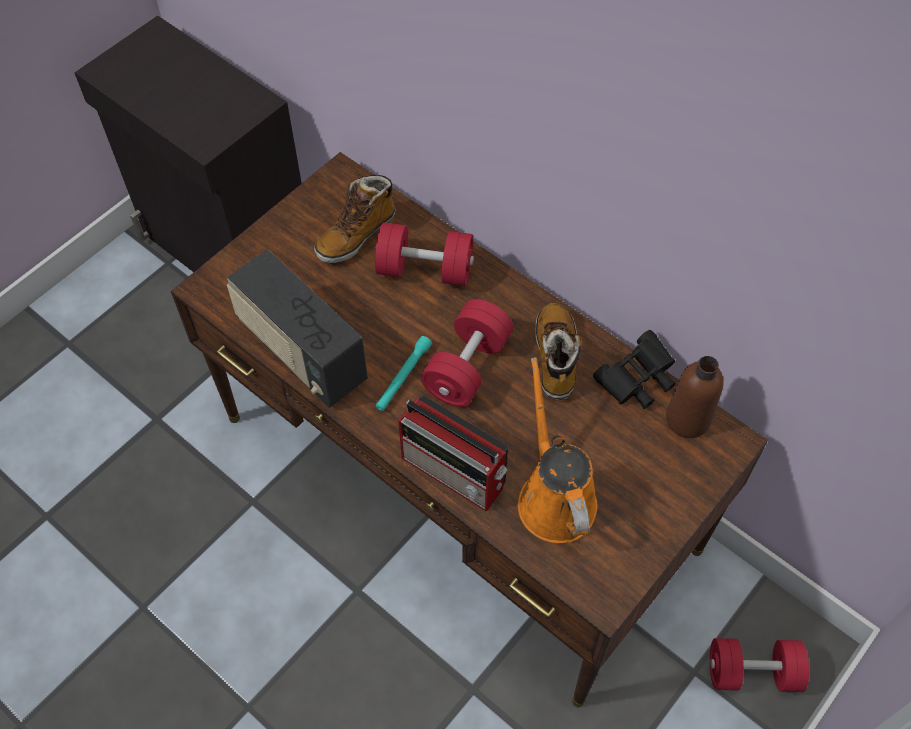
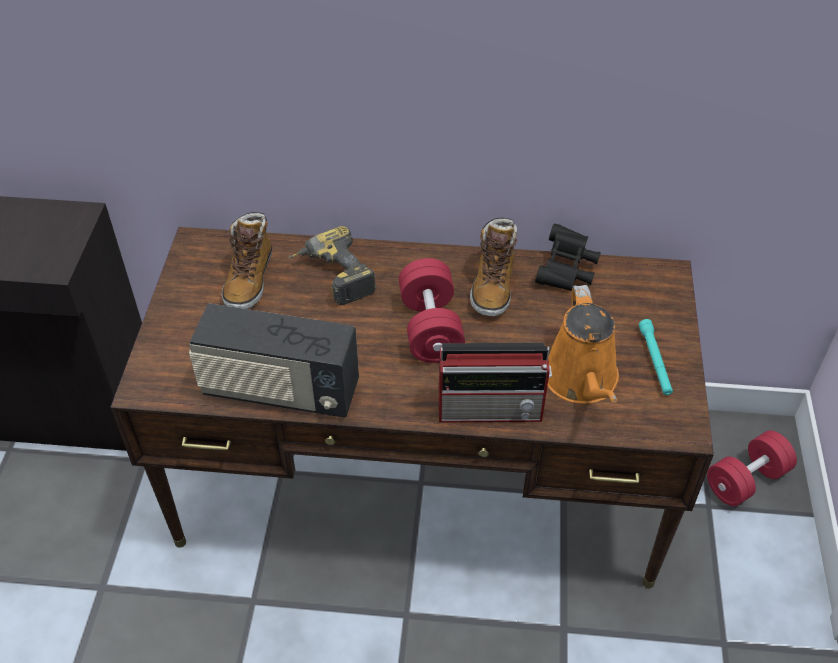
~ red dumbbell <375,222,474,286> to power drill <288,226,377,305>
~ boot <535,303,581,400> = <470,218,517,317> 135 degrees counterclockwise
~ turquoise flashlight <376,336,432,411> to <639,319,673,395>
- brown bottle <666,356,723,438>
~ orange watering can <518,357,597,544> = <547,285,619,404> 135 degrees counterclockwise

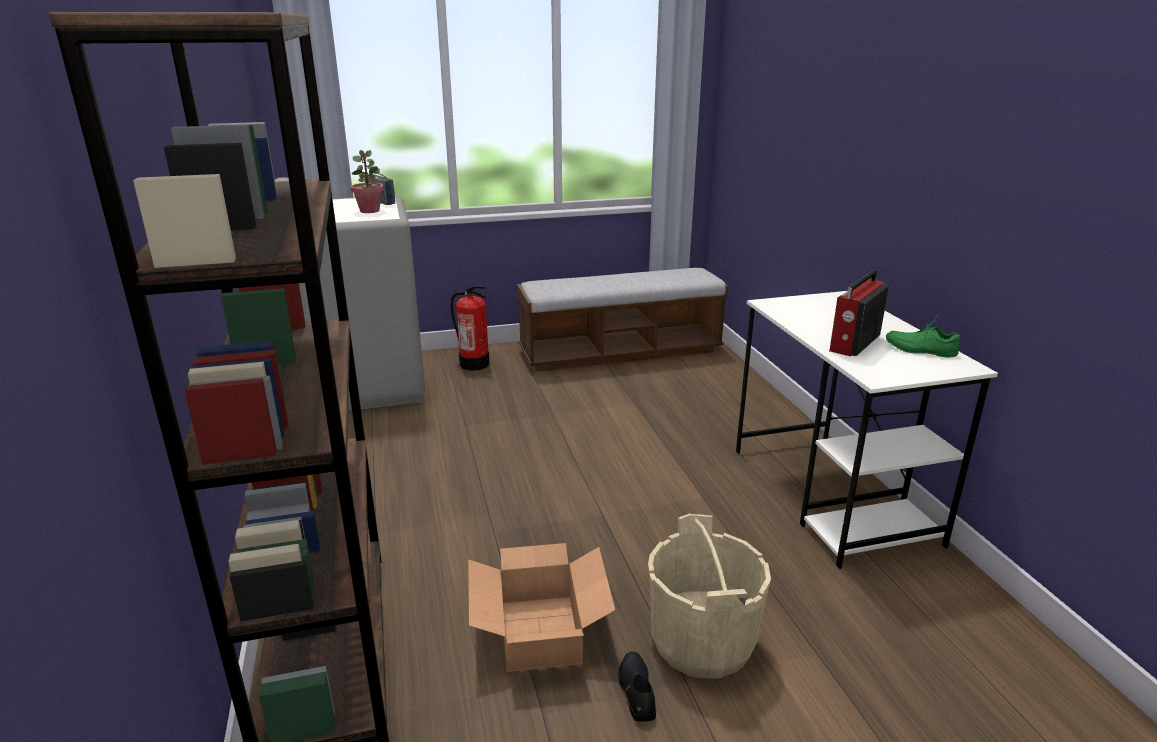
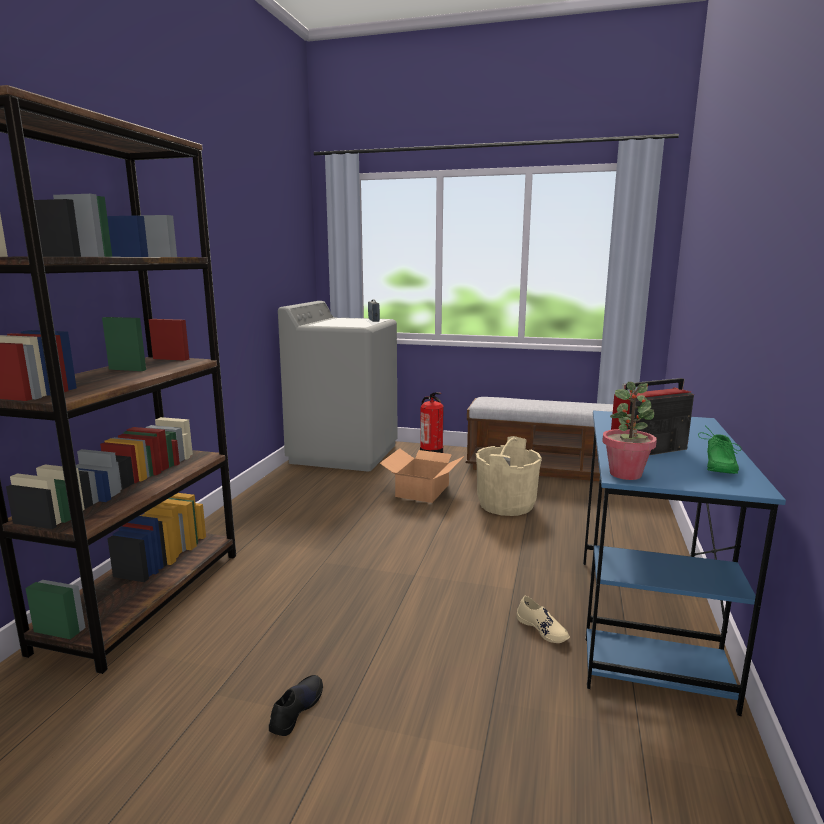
~ potted plant <351,150,384,213> to <602,382,657,480>
~ white desk <736,291,998,569> to blue desk <583,411,786,716>
~ green shoe <886,316,960,357> = <698,425,742,474> 120 degrees counterclockwise
~ beige bucket <648,514,771,678> to <476,436,542,516>
~ cardboard box <468,543,615,672> to <380,448,464,503>
+ beige shoe <516,596,570,643>

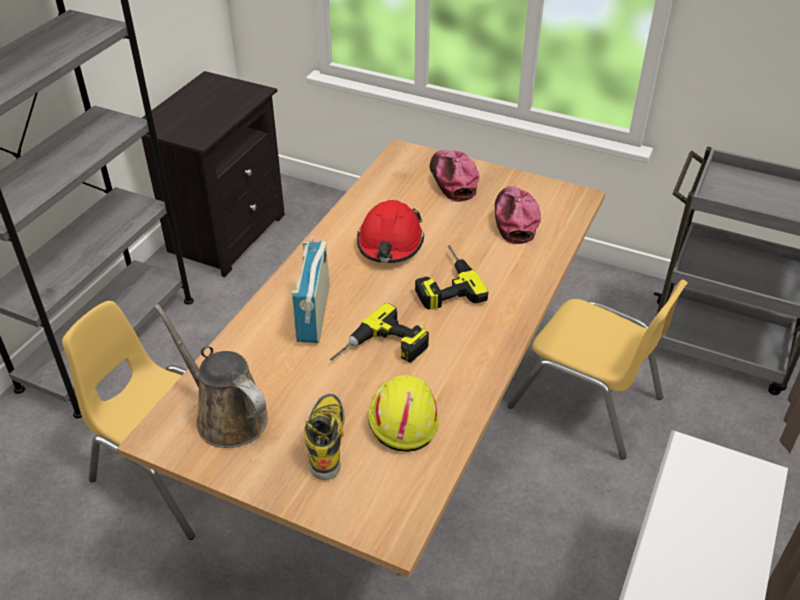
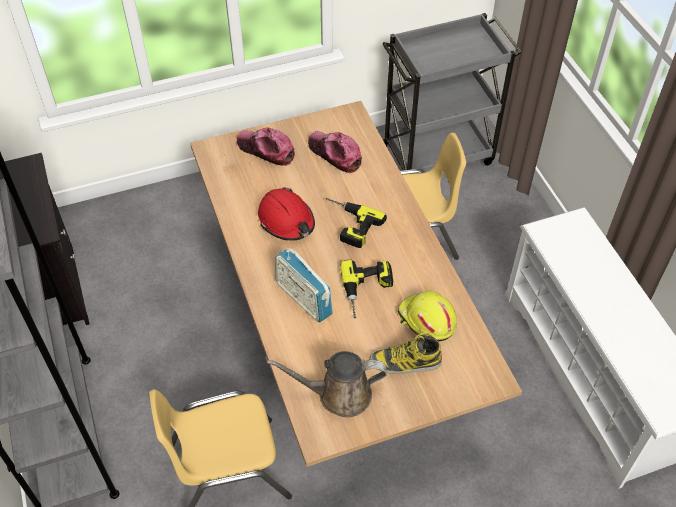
~ boot <304,393,345,480> = <369,333,442,374> 45 degrees counterclockwise

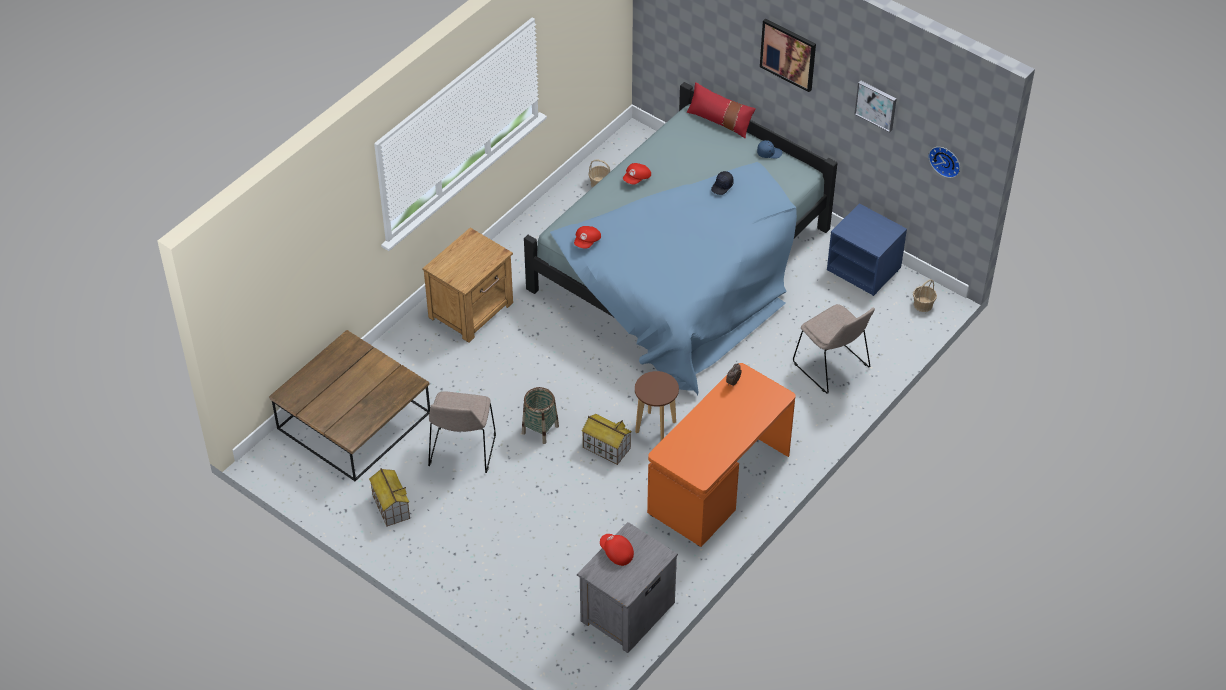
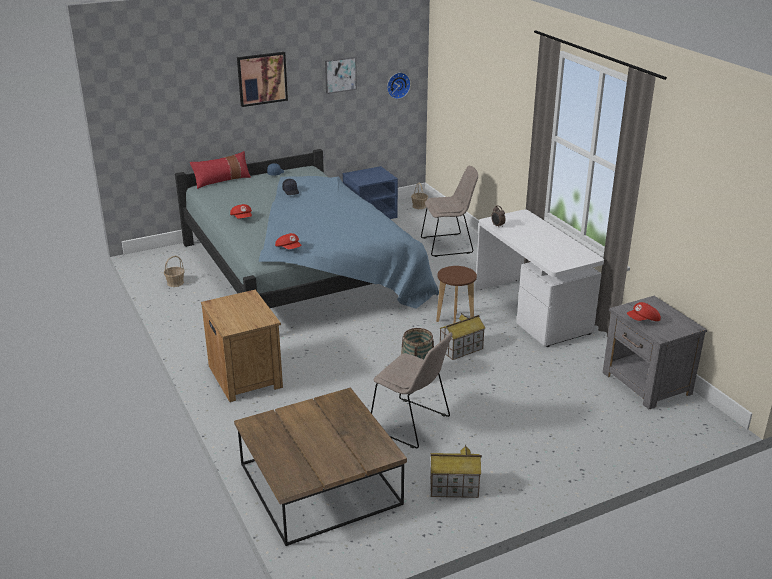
~ orange desk <647,363,795,547> to white desk <475,210,604,347>

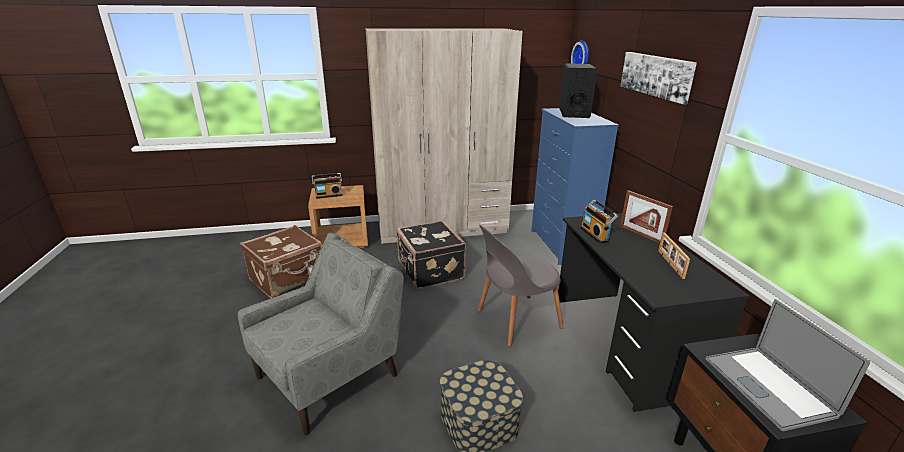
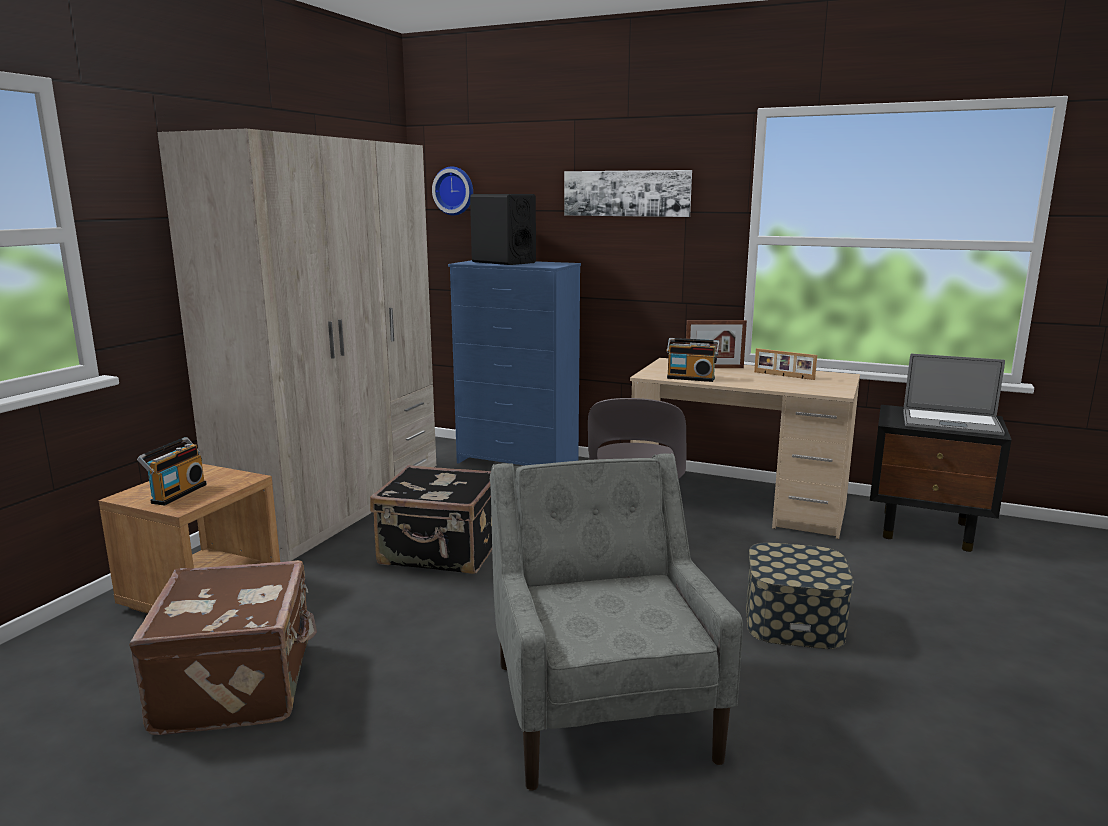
~ black desk <558,213,750,412> to beige desk <630,358,860,539>

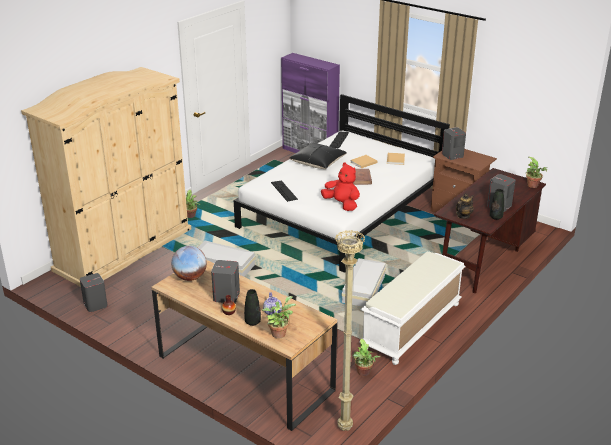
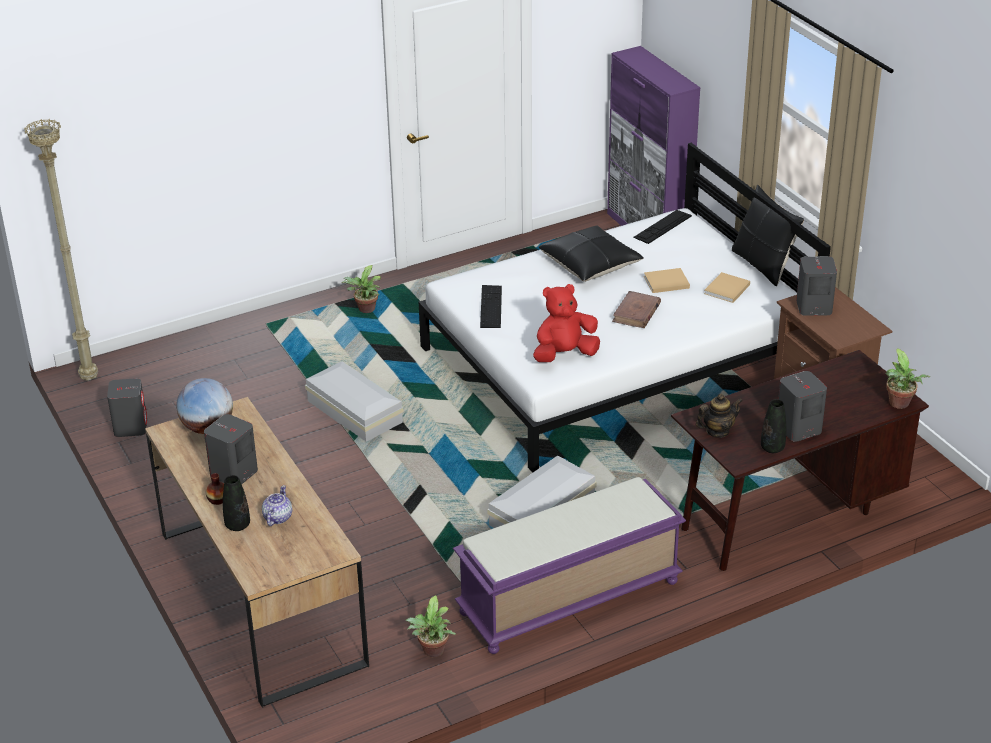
- beige wardrobe <21,67,191,287>
~ red plush toy <321,162,360,211> = <533,284,600,362> 90 degrees counterclockwise
~ beige floor lamp <335,230,365,431> to <24,119,98,381>
~ white bench <359,251,465,365> to purple bench <453,477,686,654>
- potted plant <262,296,296,339>
+ black pillow <732,185,804,286>

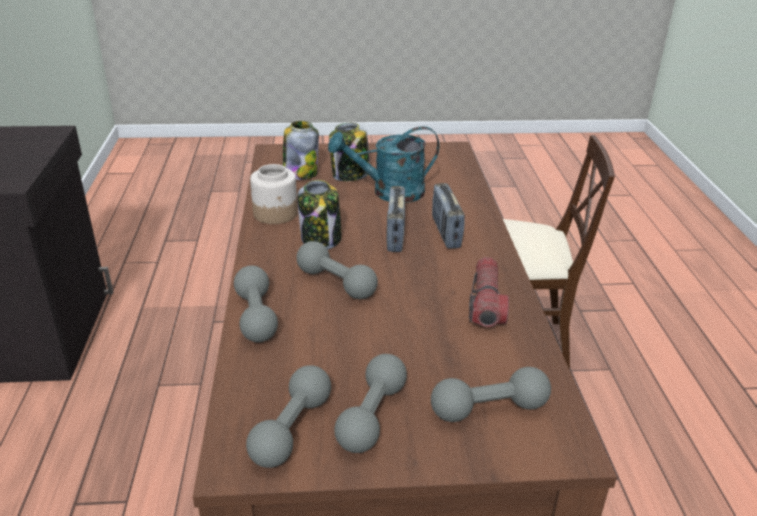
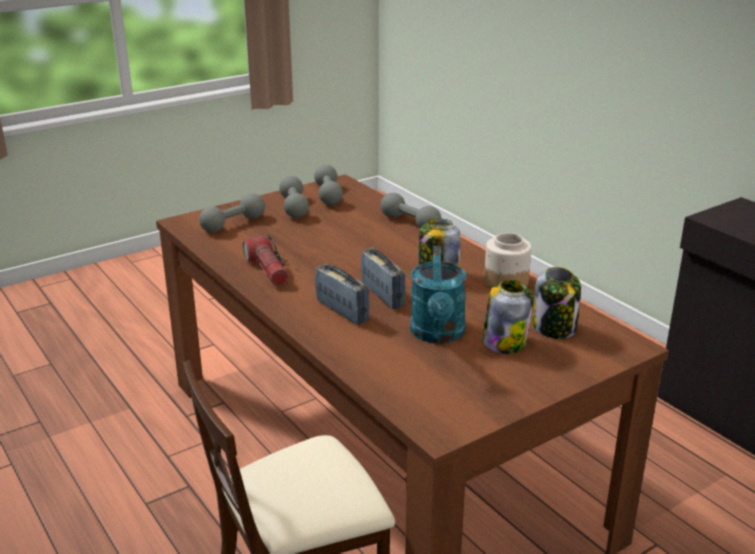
~ turquoise watering can <328,126,439,203> = <410,246,467,344> 135 degrees clockwise
- grey dumbbell <296,241,378,299>

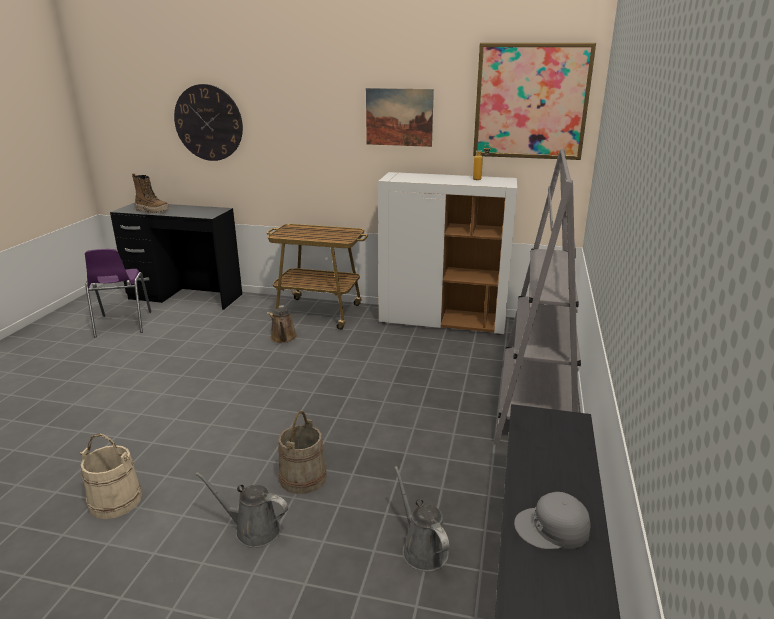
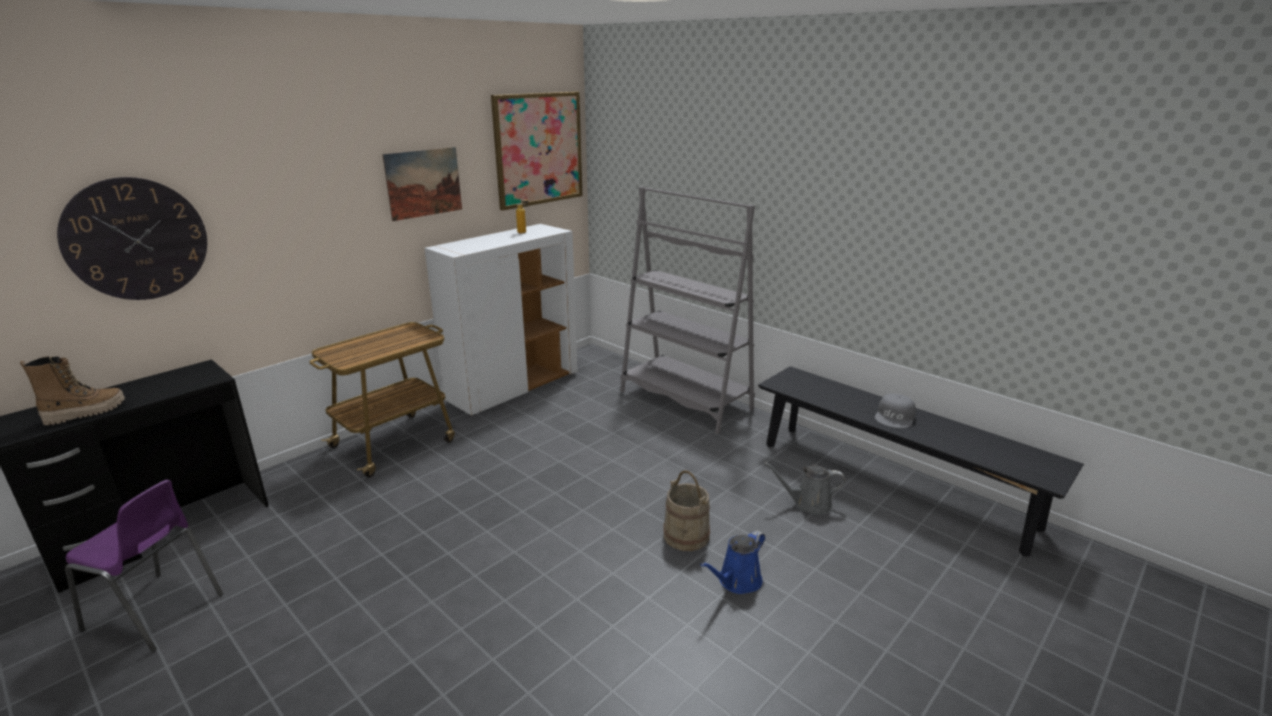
- brown watering can <270,305,297,343>
- beige bucket <80,434,142,519>
~ grey watering can <195,472,288,548> to blue watering can <700,530,765,594>

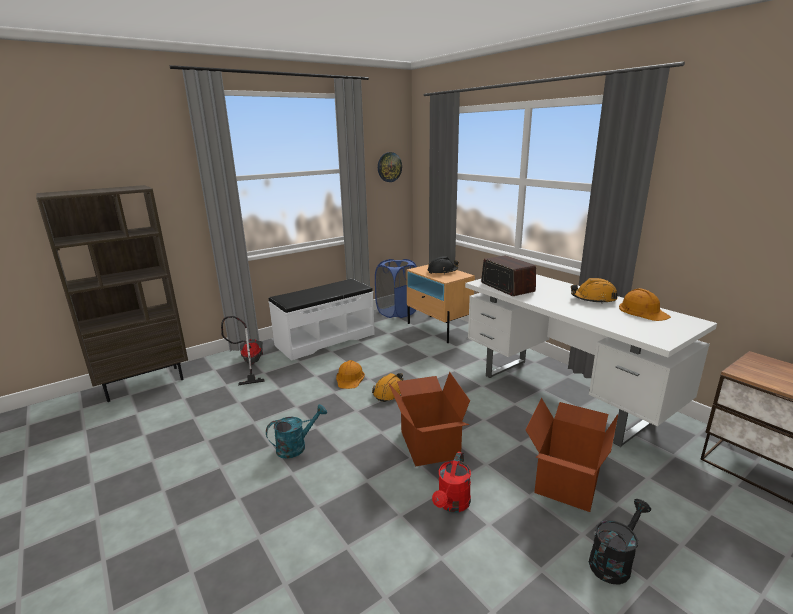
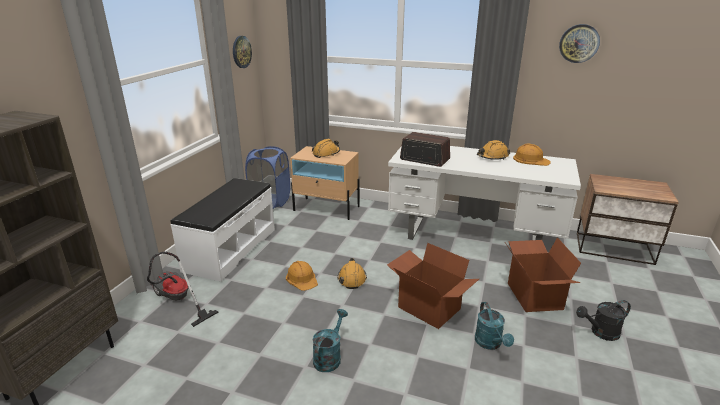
~ black hard hat <428,256,459,274> to orange hard hat <312,139,340,158>
~ red watering can <432,452,471,512> to turquoise watering can <475,302,514,350>
~ black watering can <589,499,651,585> = <576,300,631,341> 120 degrees counterclockwise
+ wall clock <559,24,600,63>

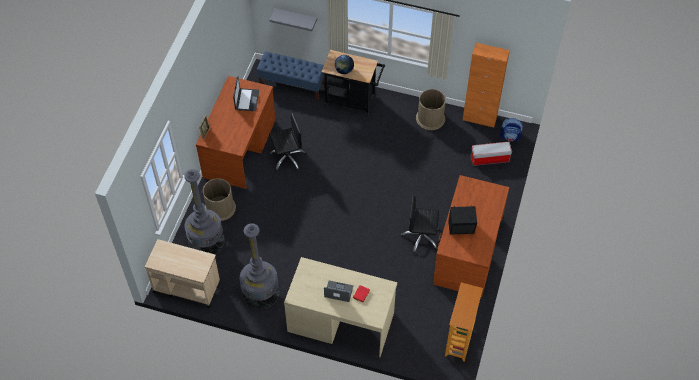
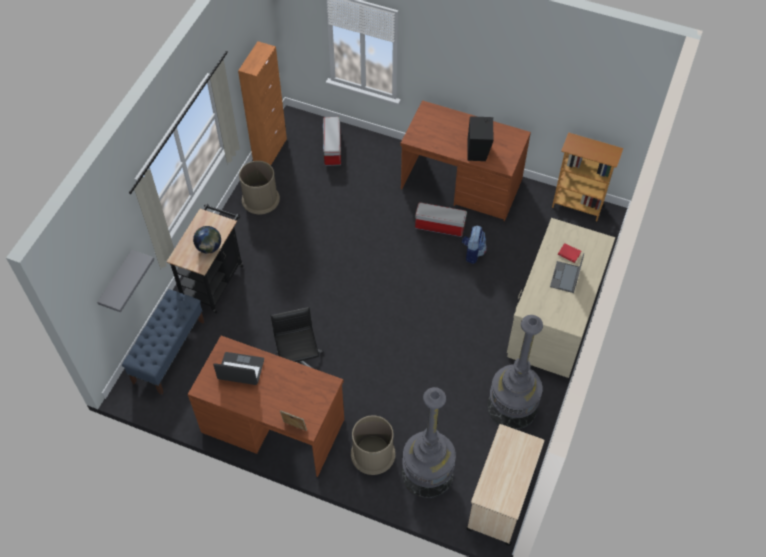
~ backpack <500,118,523,141> to <462,226,487,264>
~ black office chair <401,194,440,254> to storage box <415,202,467,237>

